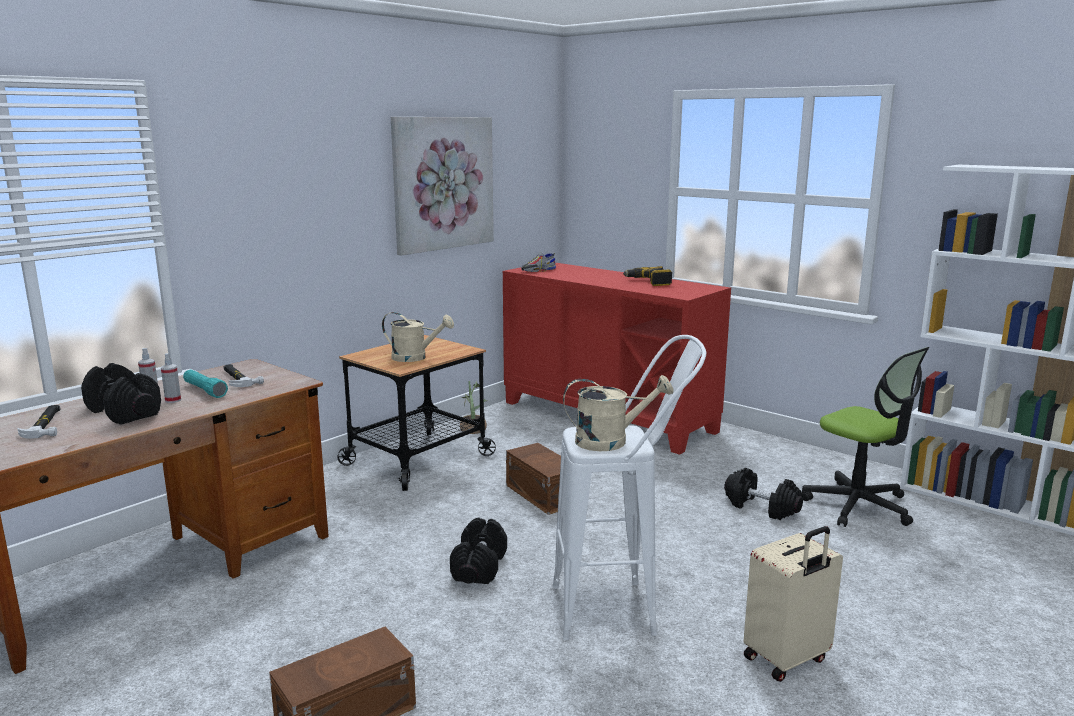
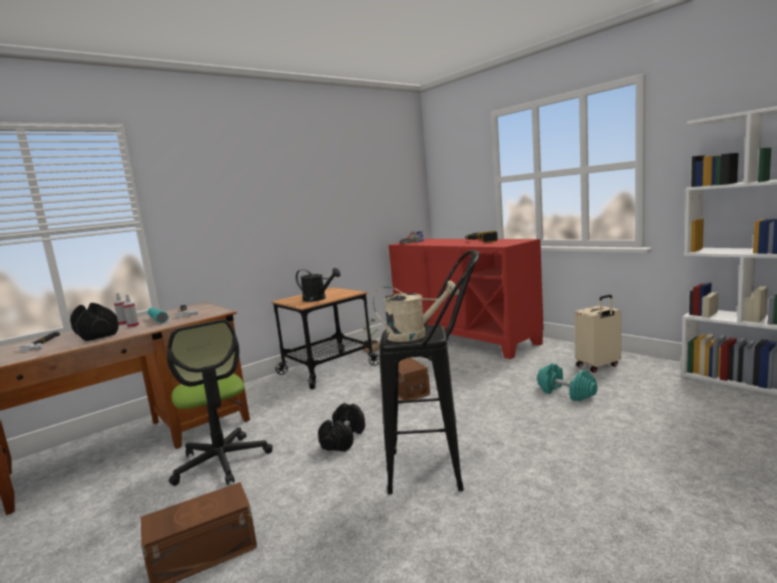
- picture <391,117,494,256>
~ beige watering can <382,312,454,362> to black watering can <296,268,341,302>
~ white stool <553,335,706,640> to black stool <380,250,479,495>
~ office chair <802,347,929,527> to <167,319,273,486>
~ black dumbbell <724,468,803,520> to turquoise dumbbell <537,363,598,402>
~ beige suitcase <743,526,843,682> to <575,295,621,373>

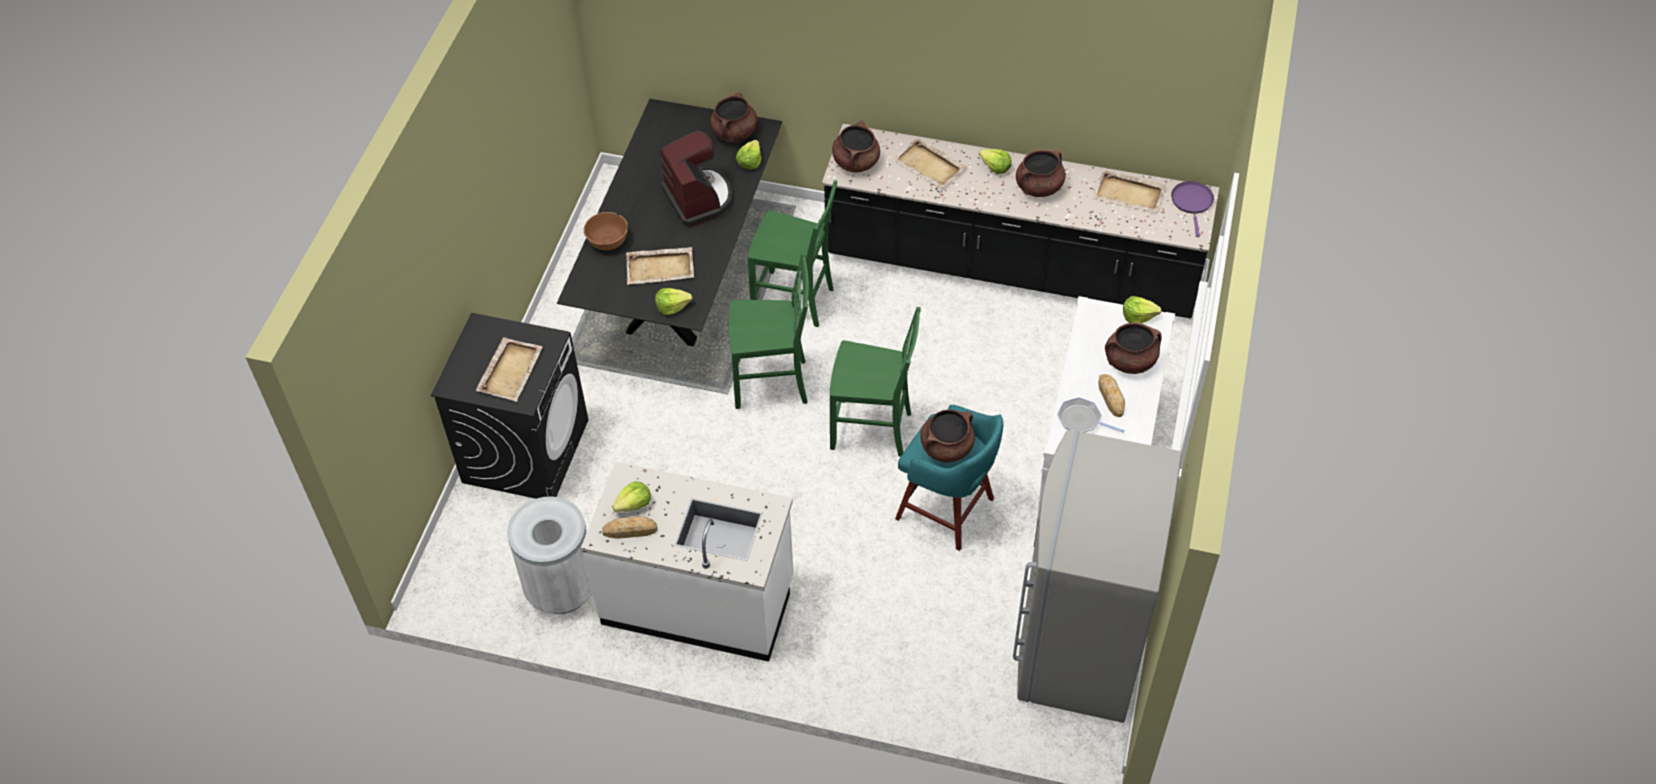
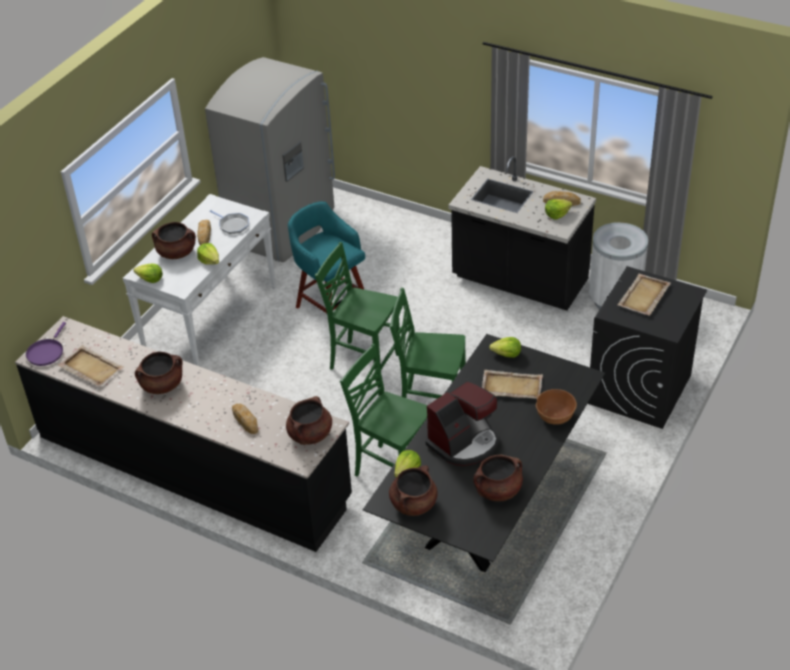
~ coffee machine <661,130,732,226> = <426,381,500,466> 120 degrees counterclockwise
~ beige tray <892,137,967,188> to bread <232,404,258,434>
~ lettuce <979,149,1011,174> to <197,243,219,265>
~ brown cooking pot <920,410,975,463> to <473,455,523,501>
~ white counter <581,462,794,662> to black counter <448,156,596,311>

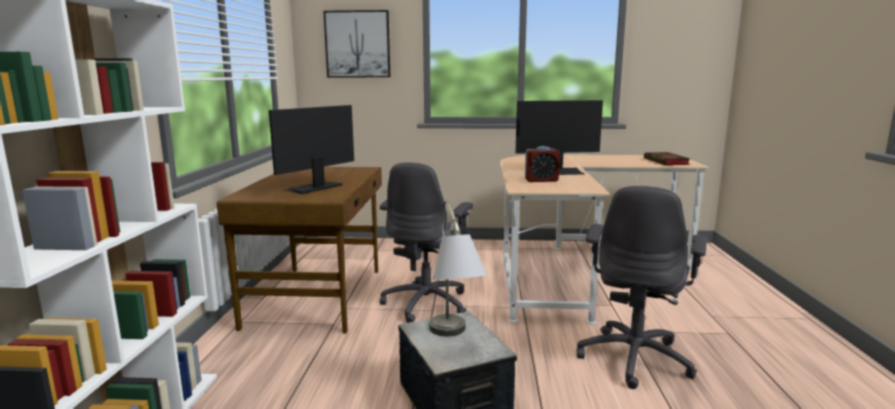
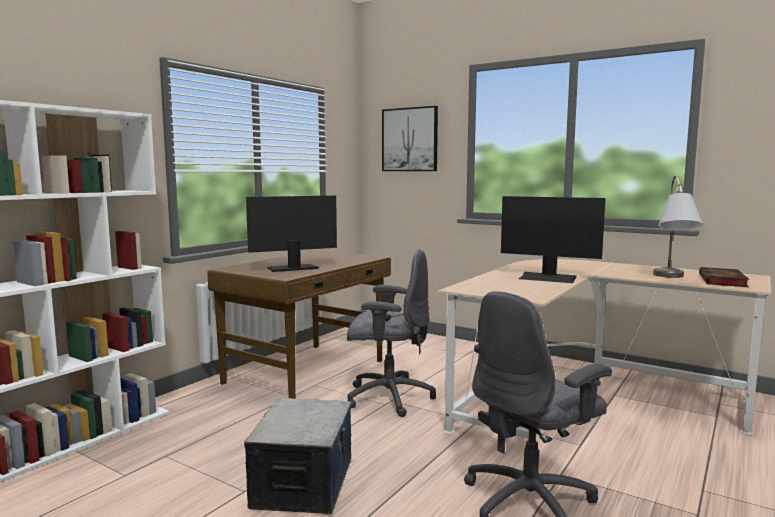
- alarm clock <525,146,560,182>
~ grey office chair <380,162,473,323> = <347,249,436,417> 135 degrees counterclockwise
~ grey table lamp <429,201,486,336> to <653,175,703,278>

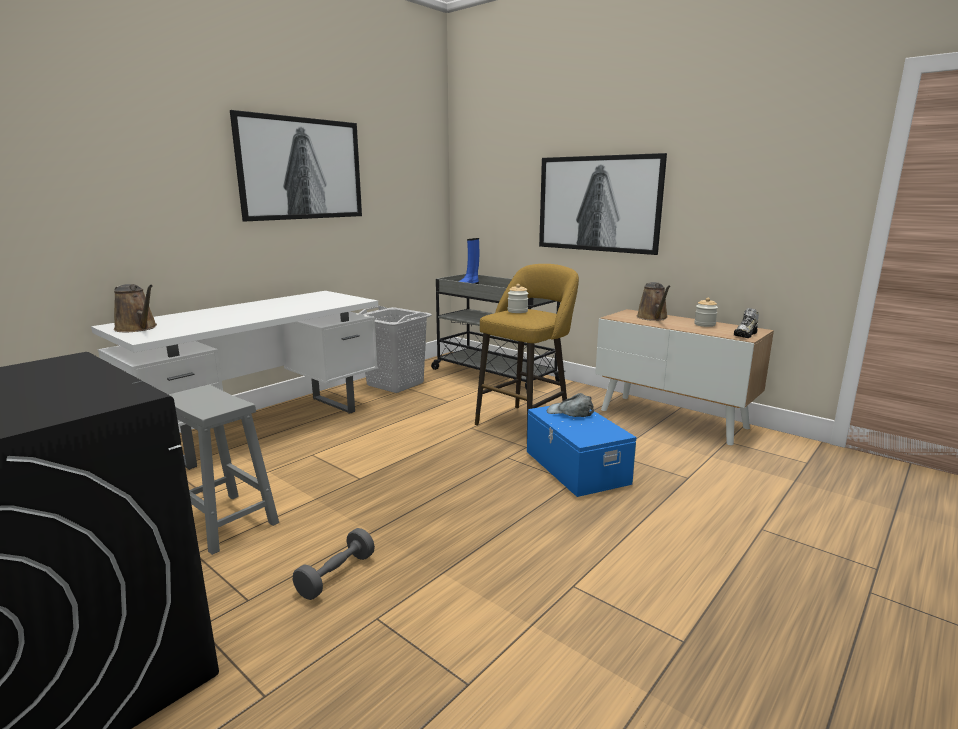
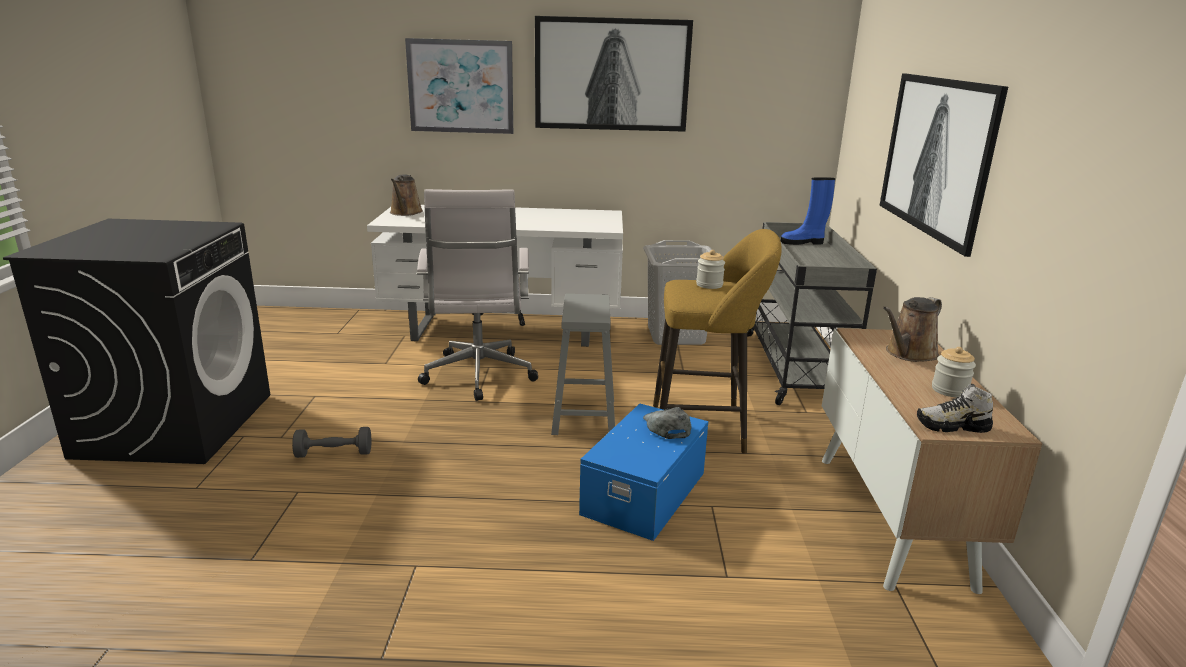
~ grey stool <170,385,279,555> to <551,294,615,435>
+ picture <405,38,513,134>
+ white office chair <417,189,538,401>

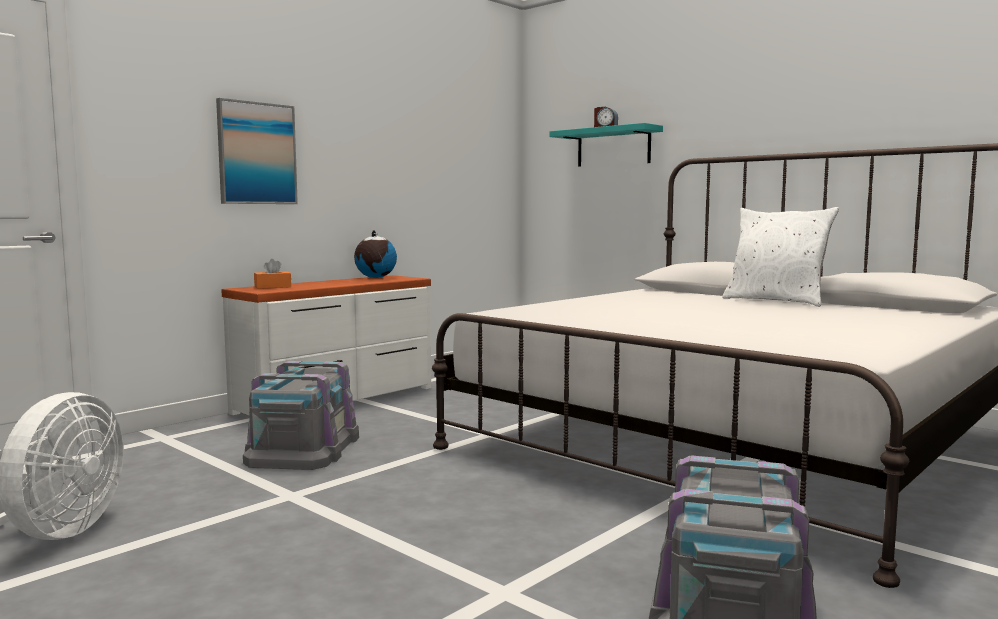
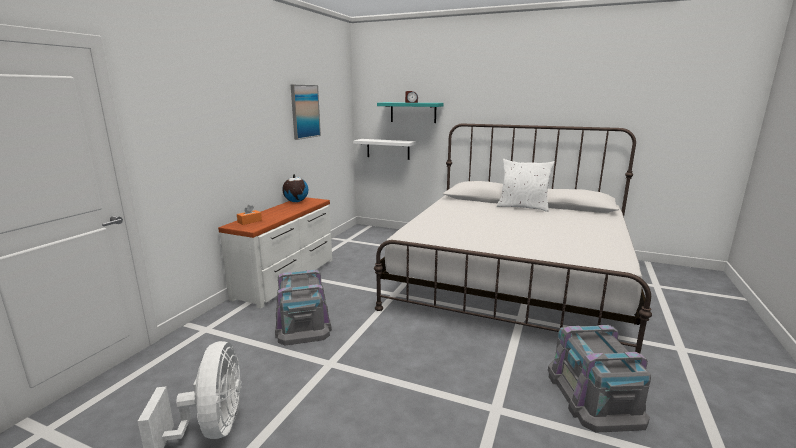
~ picture <216,98,298,204> to <291,85,321,140>
+ white shelf <353,139,416,160>

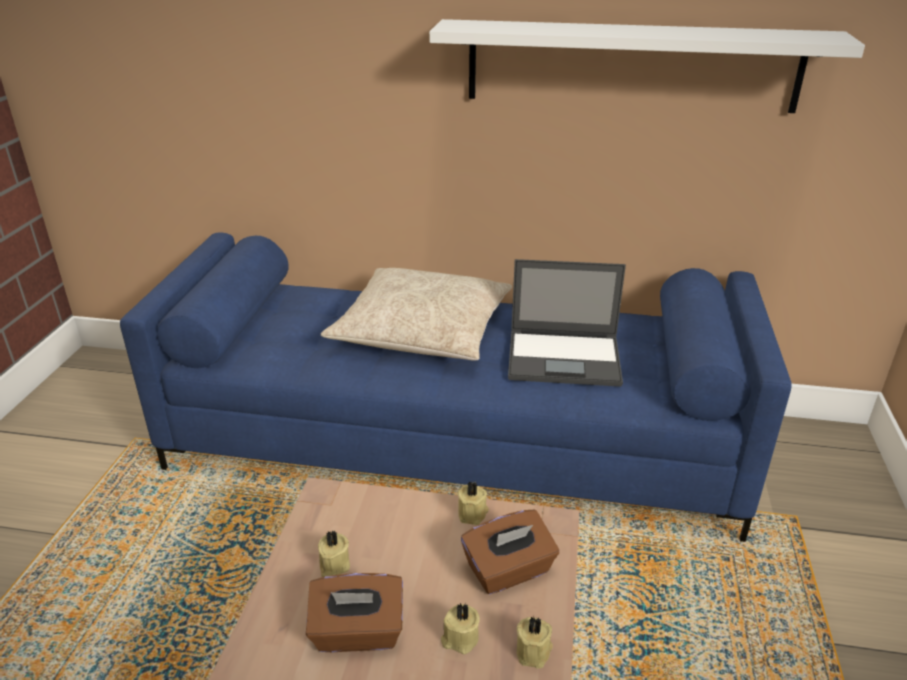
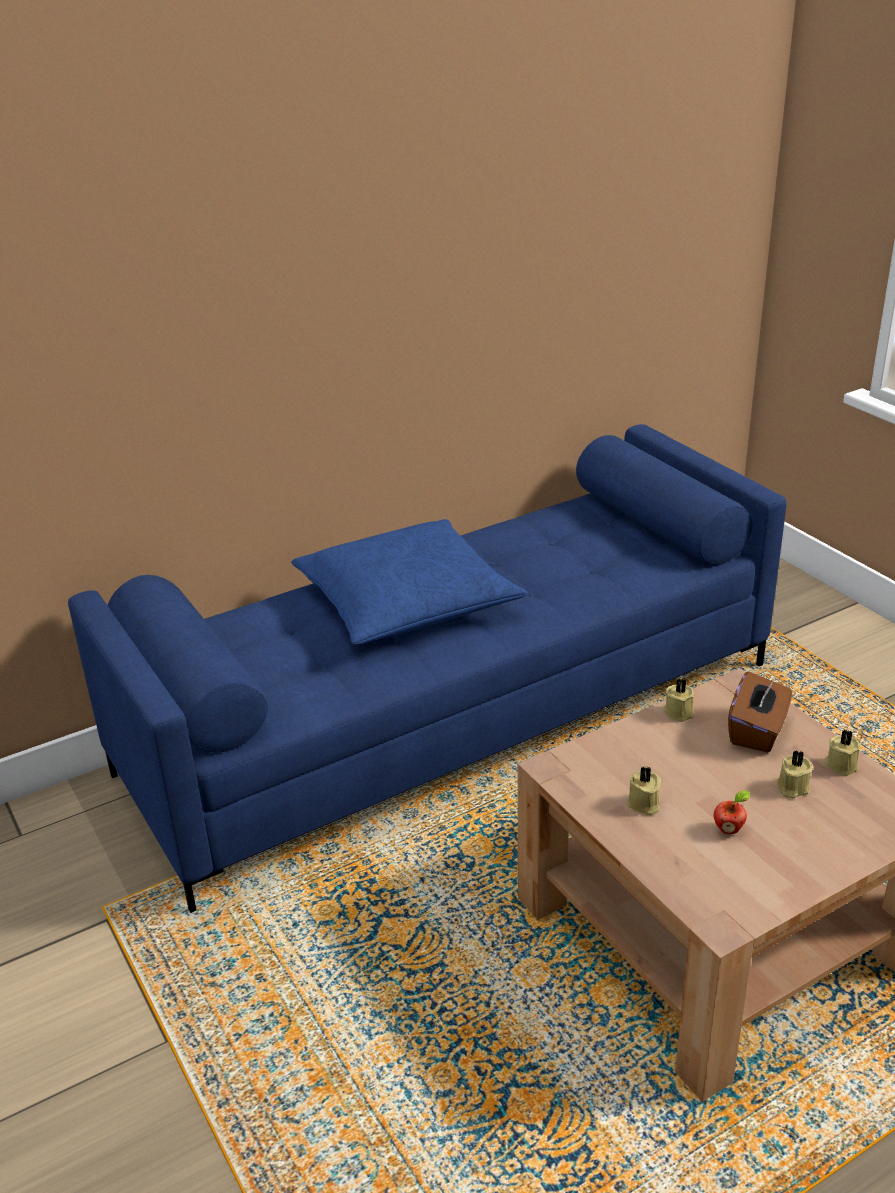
- white shelf <429,19,865,113>
- laptop <508,259,626,387>
~ beige pillow <321,268,512,360> to blue pillow <291,519,528,645>
~ brown tissue box <306,573,403,652> to apple <714,790,750,834>

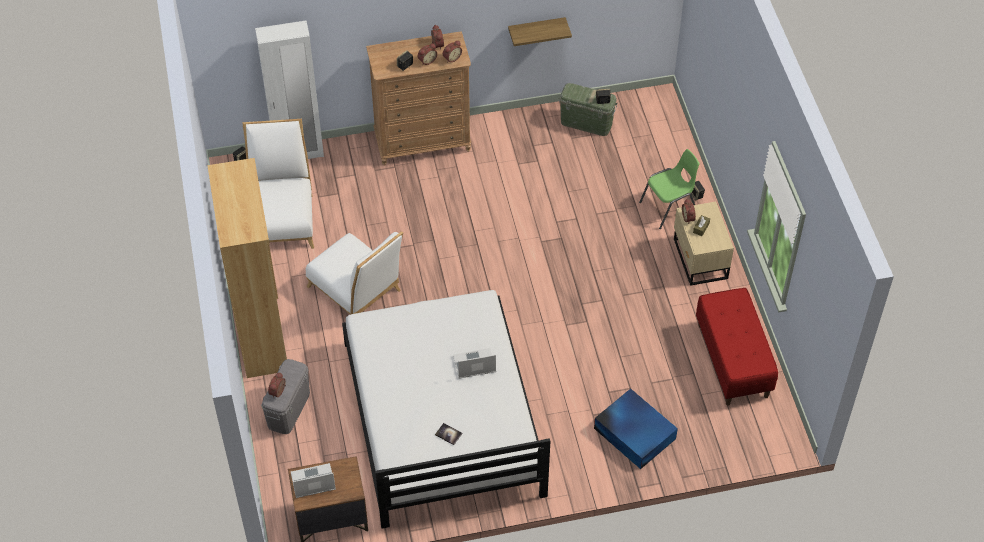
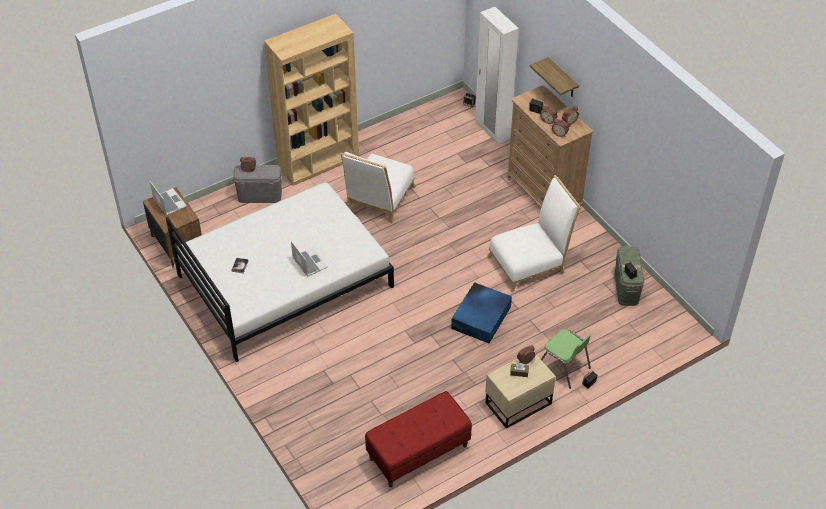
~ shelf <508,17,572,46> to <530,57,579,97>
~ white chair <242,119,314,249> to <488,175,581,292>
~ blue storage box <594,389,678,469> to <451,282,512,343>

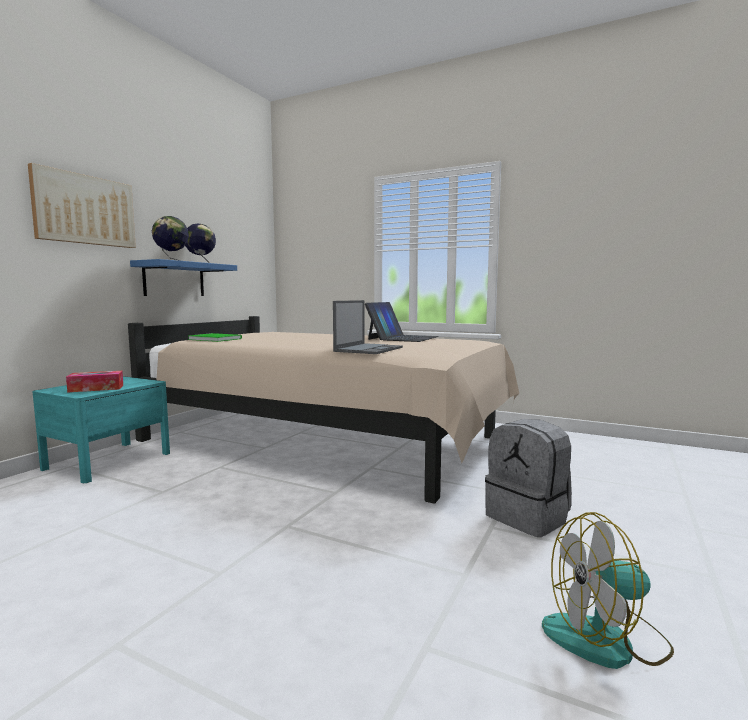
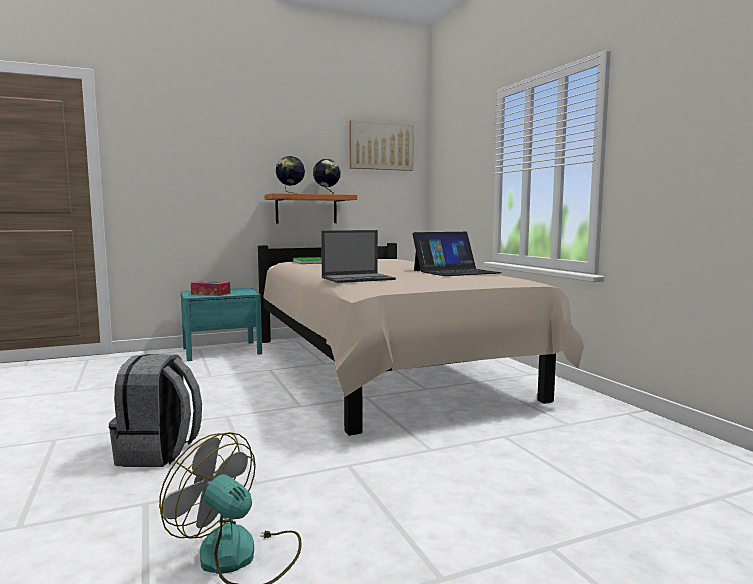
~ picture <28,163,136,248> to <349,120,414,171>
~ blue shelf <130,259,237,296> to orange shelf <265,193,357,223>
~ grey backpack <485,419,572,537> to <109,354,202,467>

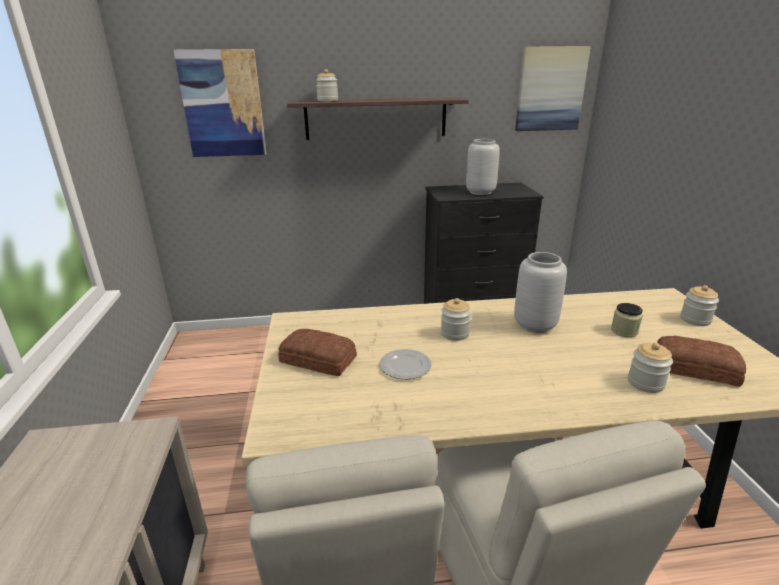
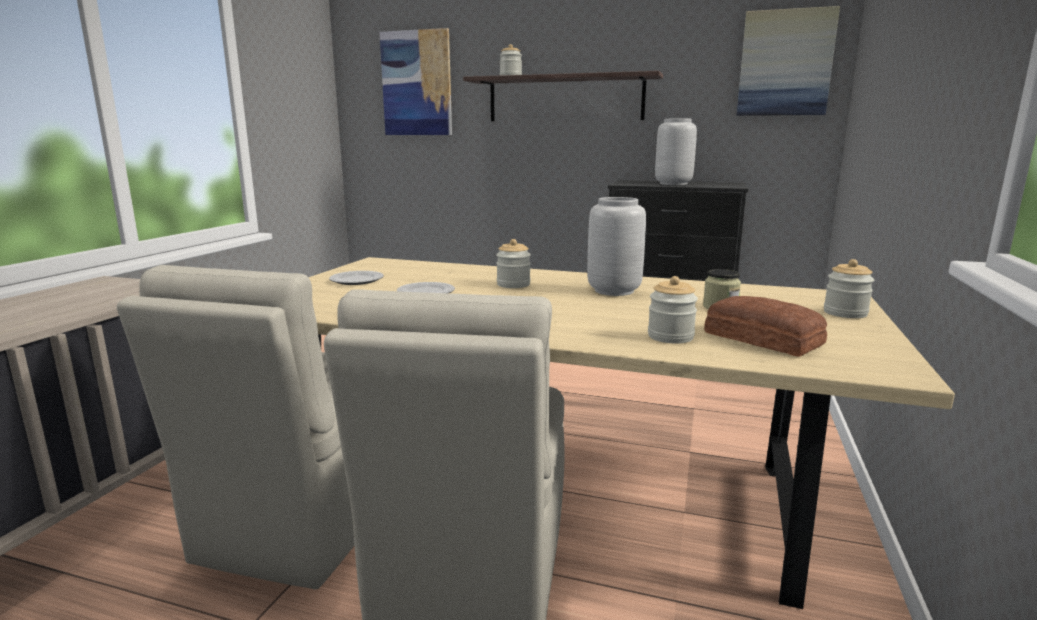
~ bread <278,329,357,376> to plate <329,271,384,285>

